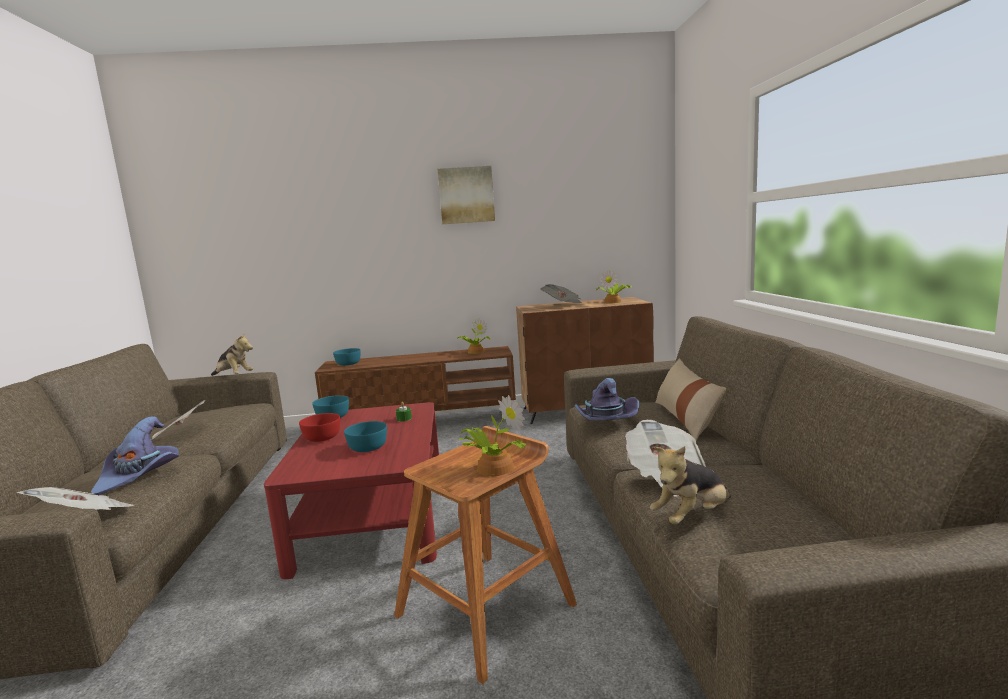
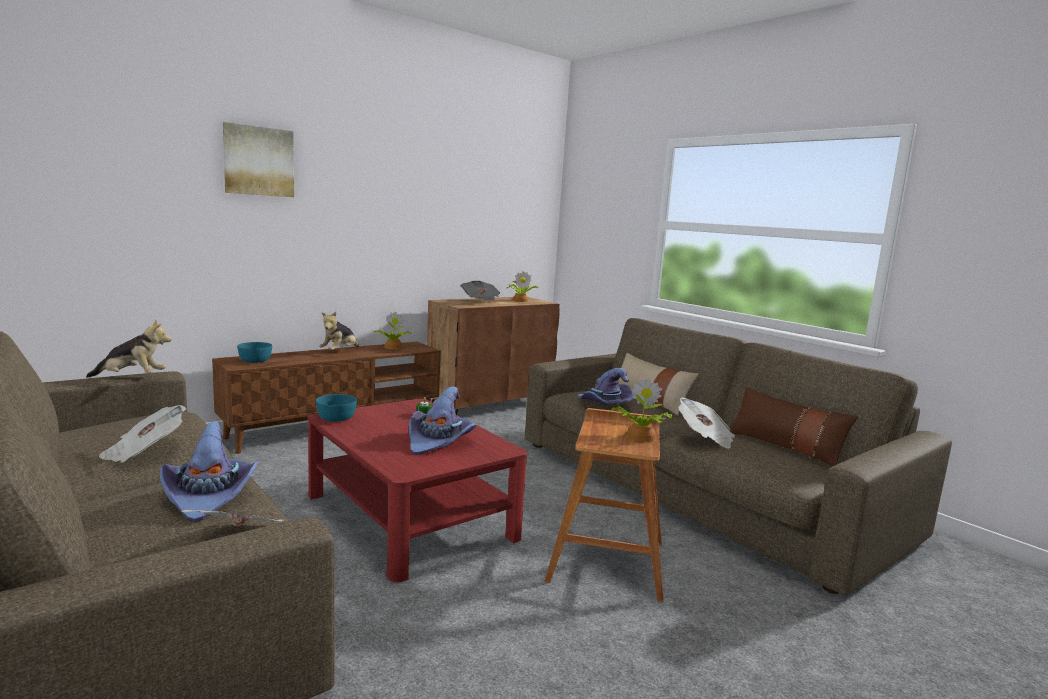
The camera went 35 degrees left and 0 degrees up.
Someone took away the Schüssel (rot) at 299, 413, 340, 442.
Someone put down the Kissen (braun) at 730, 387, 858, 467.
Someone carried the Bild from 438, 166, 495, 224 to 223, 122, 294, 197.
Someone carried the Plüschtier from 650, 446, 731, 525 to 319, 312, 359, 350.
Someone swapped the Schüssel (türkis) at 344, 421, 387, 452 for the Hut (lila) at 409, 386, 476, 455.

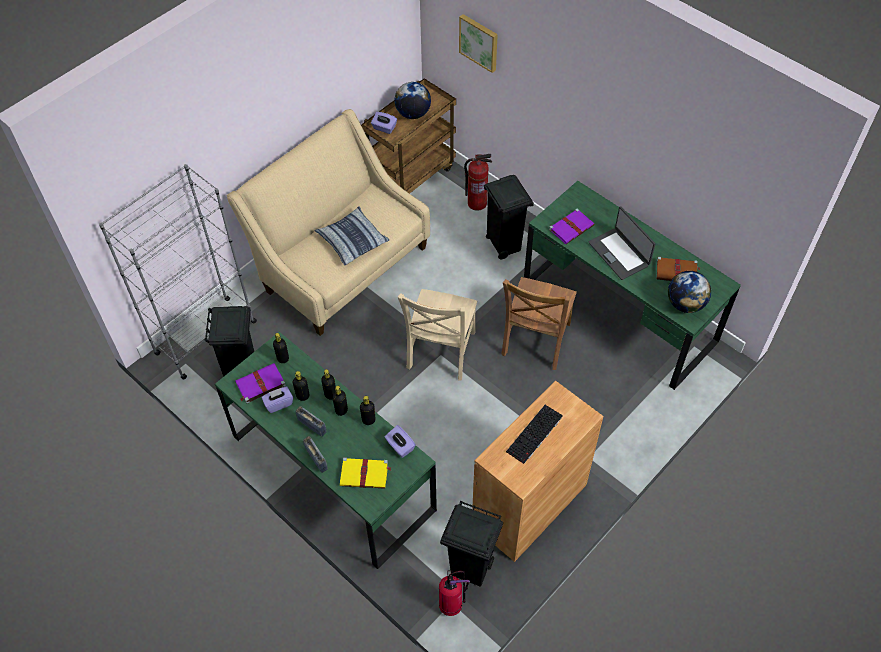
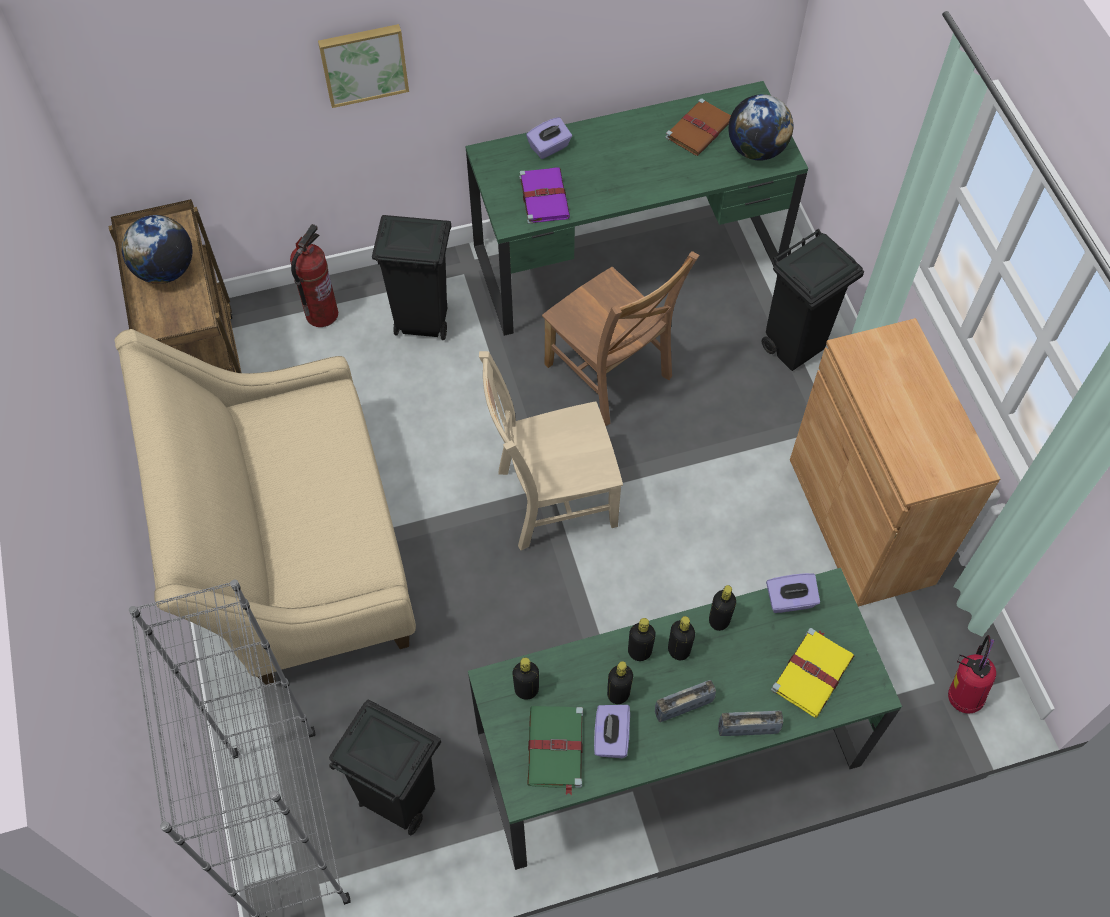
The camera went 60 degrees left and 5 degrees up.
Someone took away the Kissen at 314, 207, 389, 265.
Someone took away the Tastatur at 506, 405, 563, 464.
Someone took away the Laptop at 588, 206, 656, 280.
Someone carried the Taschentuchbox (lila) from 371, 112, 397, 134 to 526, 117, 572, 159.
Someone carried the Mülleimer (schwarz) from 440, 501, 503, 587 to 762, 229, 864, 371.
Someone carried the Bild from 459, 14, 498, 73 to 318, 24, 409, 108.
Someone repainted the Buch (lila) at 235, 363, 286, 404, which became the Buch (grün) at 527, 706, 583, 795.
Someone rotated the Stuhl (beige) at 398, 289, 477, 380 by 120 degrees clockwise.

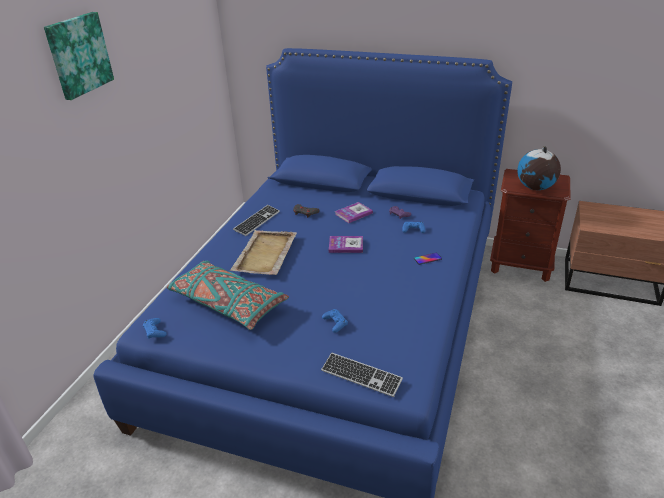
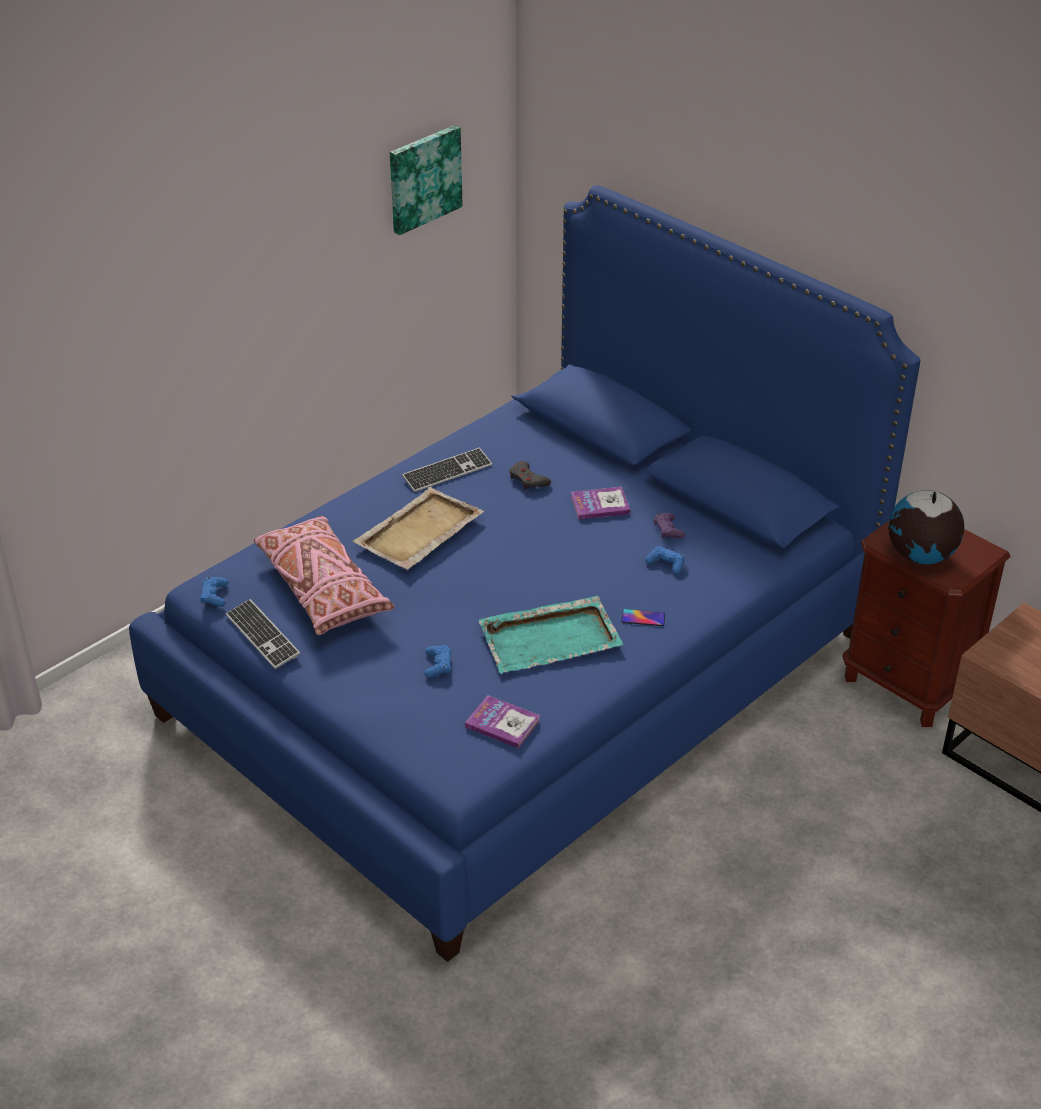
The camera went 25 degrees right and 5 degrees up.
Someone put down the Tablett (türkis) at 478, 596, 624, 674.
Someone carried the Bild from 44, 12, 114, 100 to 390, 125, 462, 235.
Someone carried the Tastatur from 321, 353, 403, 397 to 226, 599, 300, 669.
Someone carried the Buch from 329, 236, 363, 253 to 465, 695, 541, 748.
Someone repainted the Kissen (türkis) at 167, 261, 289, 330, which became the Kissen (rosa) at 254, 516, 395, 635.

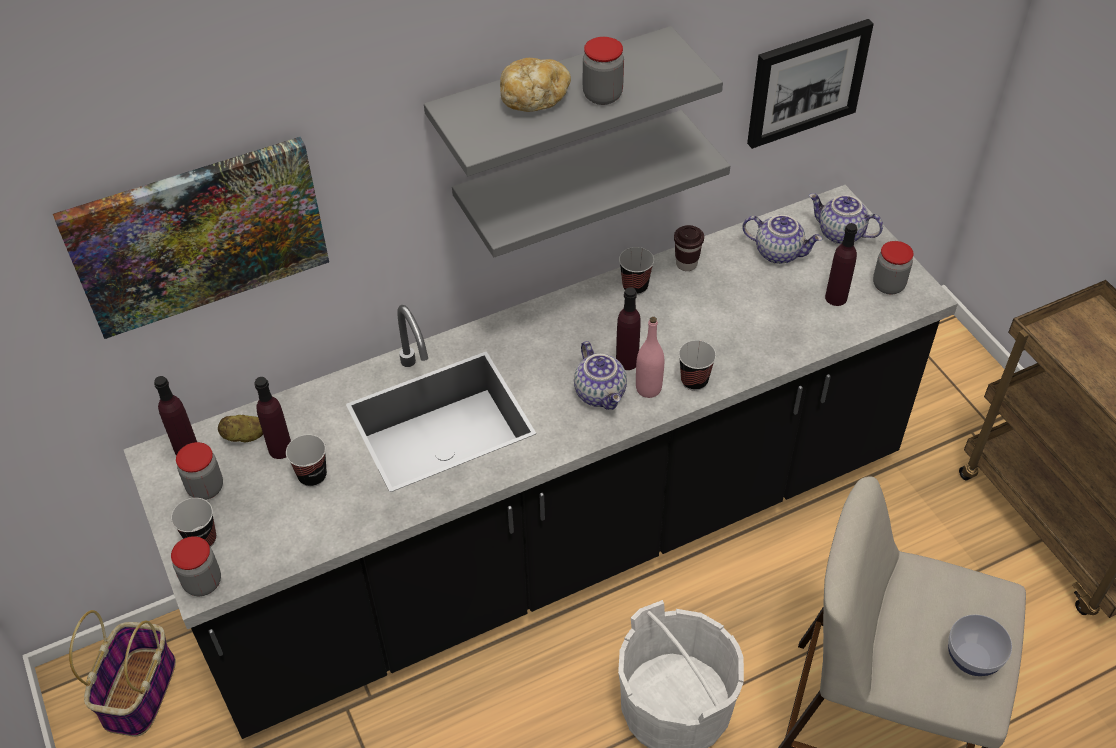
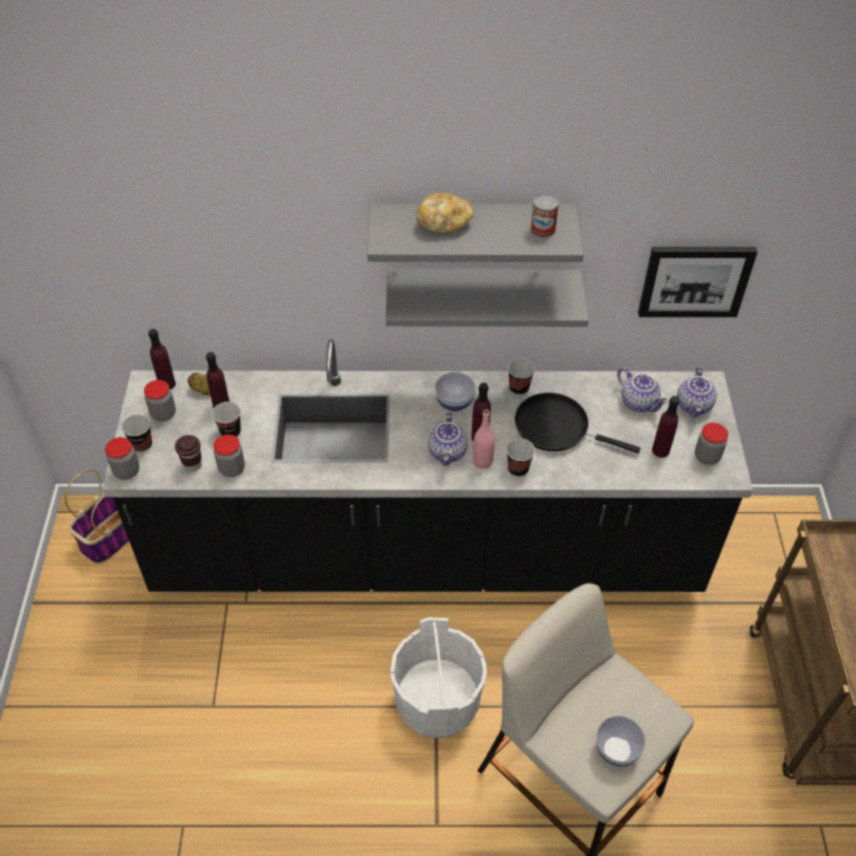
The camera went 25 degrees right and 0 degrees up.
Someone took away the Bild at 53, 137, 329, 339.
Someone put down the Schüssel at 435, 372, 476, 412.
Someone put down the Pfanne (schwarz) at 515, 393, 641, 454.
Someone put down the Dose at 530, 194, 559, 238.
Someone carried the Vorratsglas from 583, 37, 624, 105 to 213, 435, 245, 477.
Someone carried the Tasse (braun) from 674, 225, 704, 271 to 175, 435, 202, 472.
Someone rotated the Teekanne at 809, 193, 883, 244 by 135 degrees counterclockwise.

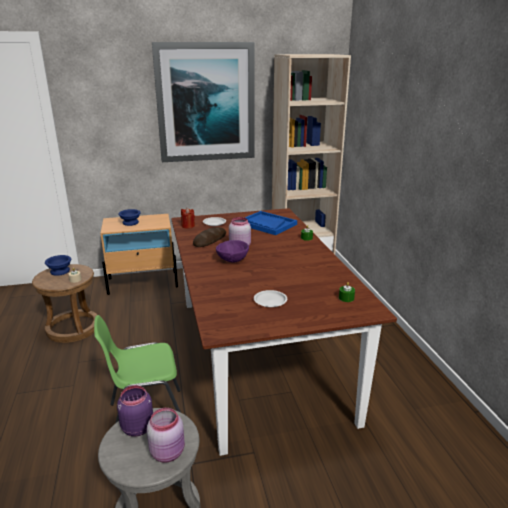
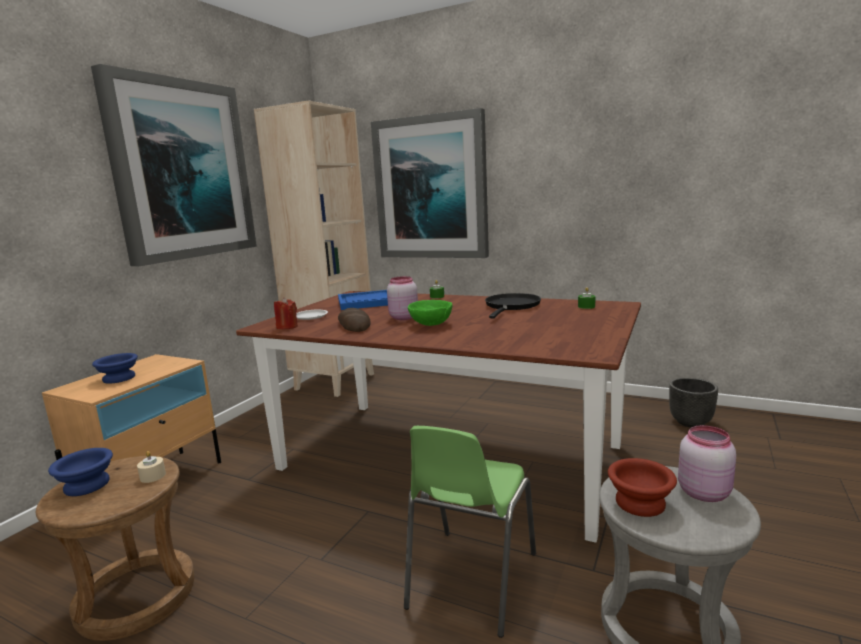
The camera went 50 degrees left and 10 degrees down.
Someone took away the Teller (weiß) at 254, 290, 287, 307.
Someone put up the Bild at 371, 108, 489, 258.
Someone put down the Pfanne (schwarz) at 485, 293, 541, 318.
Someone put down the Pflanzkübel (schwarz) at 669, 378, 718, 427.
Someone swapped the Vorratsglas (lila) at 117, 385, 153, 437 for the Schüssel (braun) at 608, 458, 677, 517.
Someone repainted the Schüssel (lila) at 216, 240, 249, 263, which became the Schüssel (grün) at 408, 300, 452, 326.

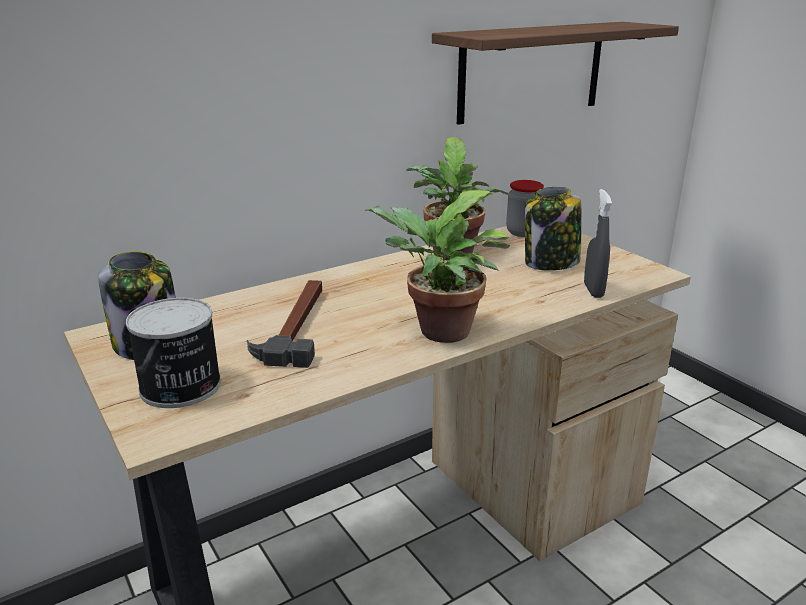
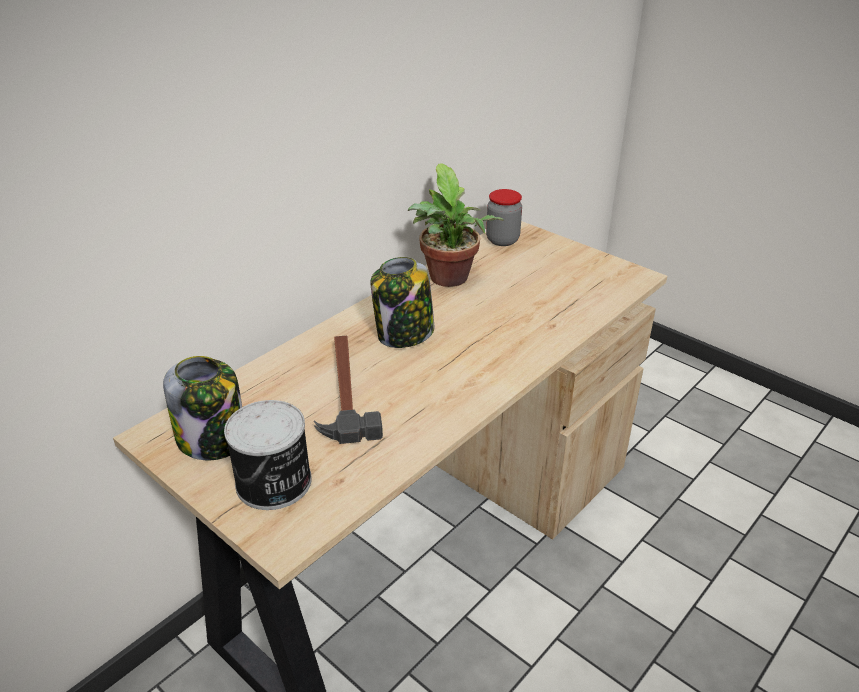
The camera went 15 degrees left and 10 degrees up.
Someone took away the Topfpflanze at 364, 190, 510, 343.
Someone took away the Wandregal at 432, 22, 679, 125.
Someone took away the Sprühflasche (grau) at 584, 189, 612, 298.
Someone carried the Vorratsglas from 525, 187, 582, 271 to 371, 257, 435, 348.

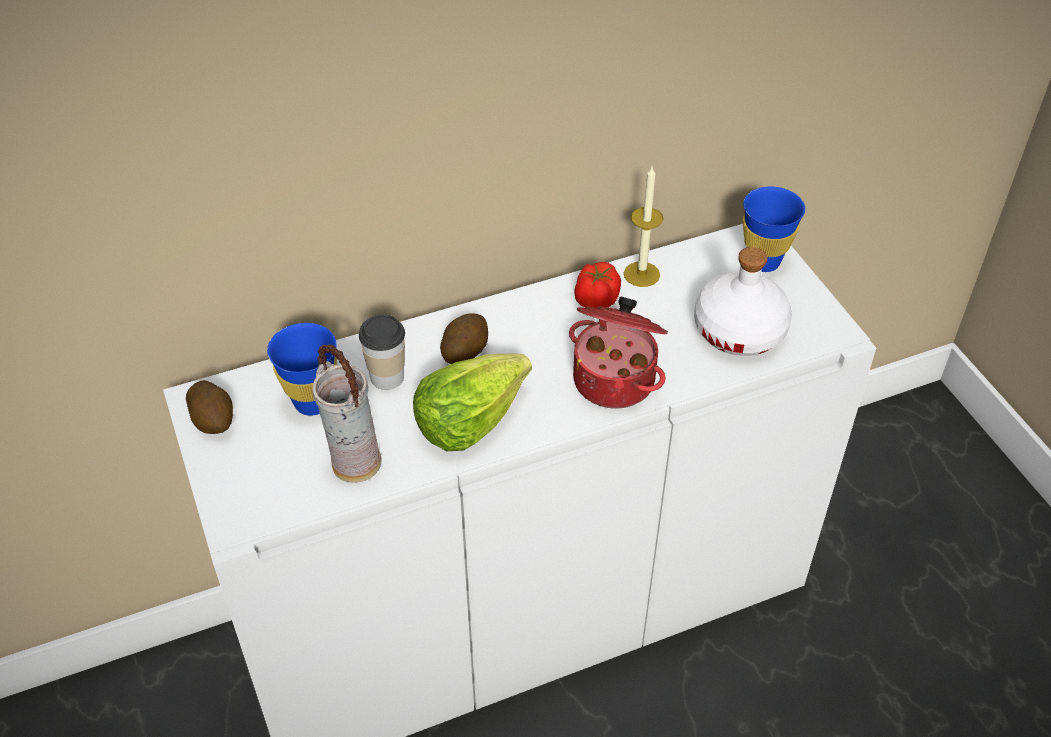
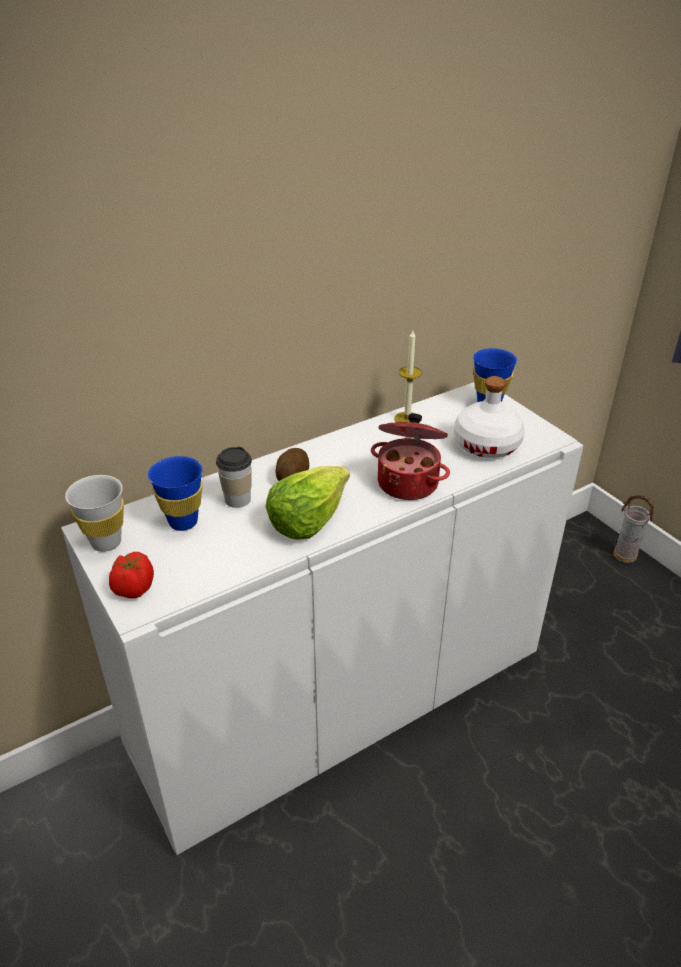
The camera went 10 degrees left and 10 degrees down.
Someone carried the Vase from 312, 344, 382, 483 to 614, 495, 654, 563.
Someone carried the Tomate from 574, 262, 621, 308 to 109, 552, 154, 598.
Someone swapped the Kartoffel at 186, 380, 233, 434 for the Tasse (weiß) at 65, 475, 124, 552.

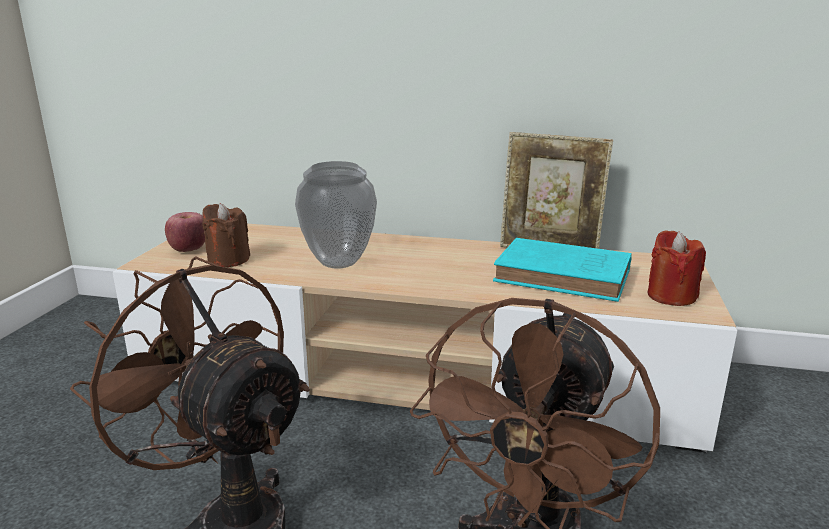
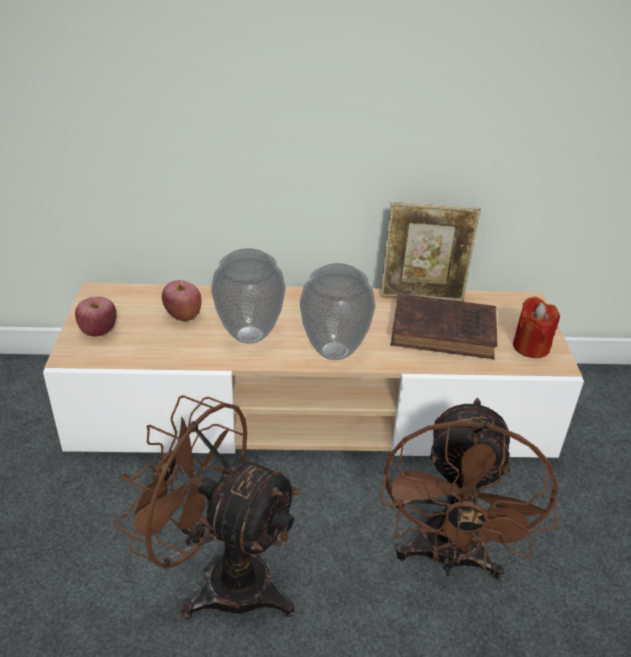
The camera went 15 degrees left and 15 degrees up.
Someone took away the Kerze (braun) at 202, 203, 250, 267.
Someone put down the Apfel at 162, 280, 202, 321.
Someone put down the Vase at 300, 263, 375, 360.
Someone repainted the Buch (türkis) at 493, 238, 632, 302, which became the Buch (braun) at 391, 294, 497, 359.

